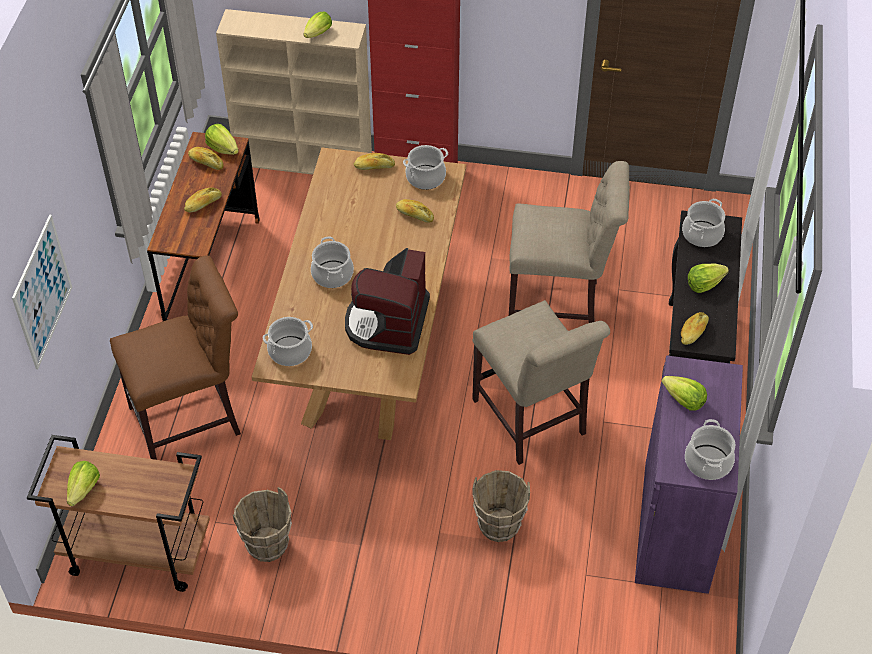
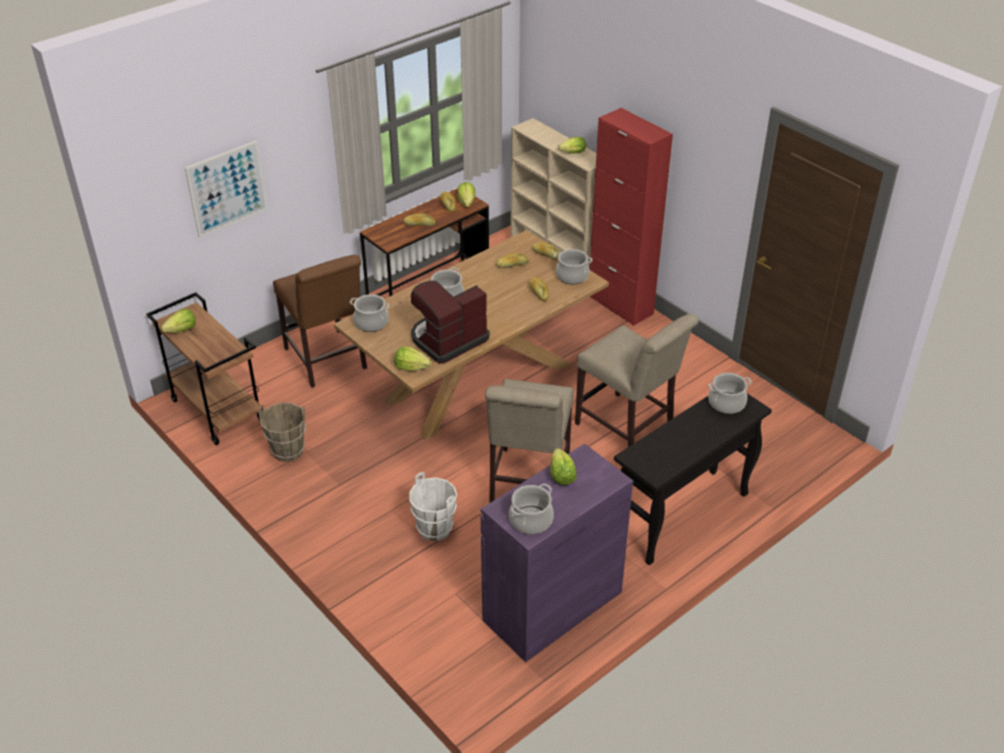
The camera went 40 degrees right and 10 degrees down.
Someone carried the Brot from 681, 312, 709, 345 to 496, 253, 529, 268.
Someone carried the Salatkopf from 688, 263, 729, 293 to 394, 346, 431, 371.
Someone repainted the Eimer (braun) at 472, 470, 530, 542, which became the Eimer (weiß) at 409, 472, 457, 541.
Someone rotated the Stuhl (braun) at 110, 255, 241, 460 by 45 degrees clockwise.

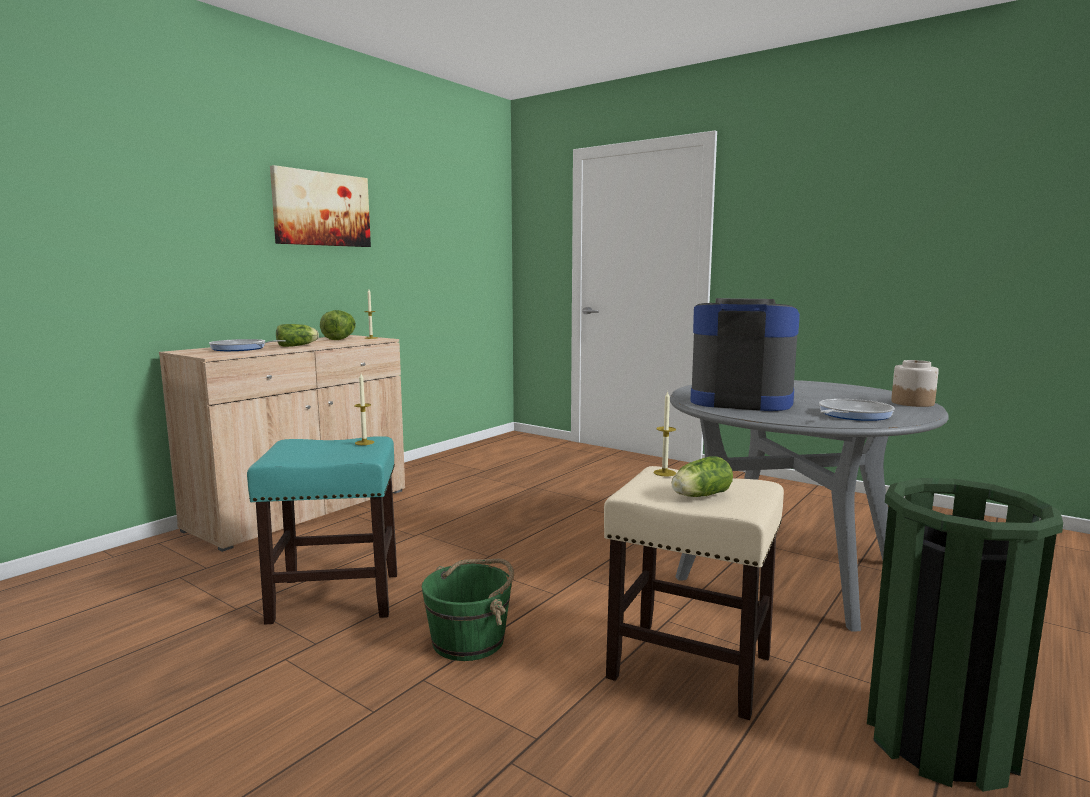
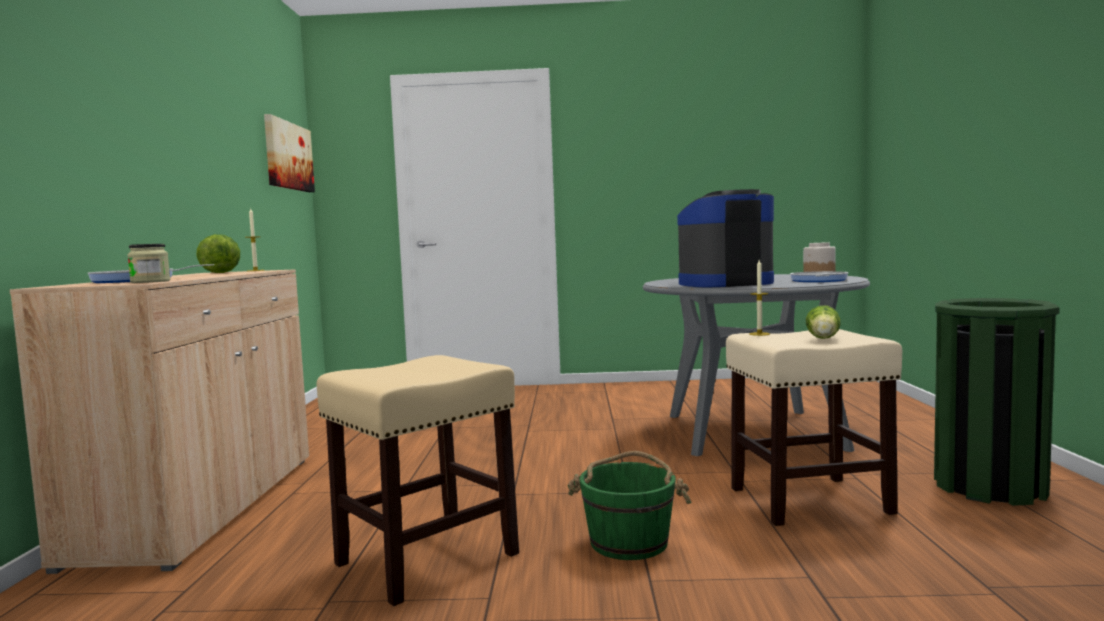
The camera went 35 degrees left and 5 degrees down.
Someone took away the Salatkopf at 276, 324, 319, 347.
Someone took away the Kerze at 354, 374, 374, 445.
Someone put down the Vorratsglas at 127, 244, 170, 283.
Someone carried the Bild from 270, 165, 371, 247 to 264, 114, 315, 192.
Someone repainted the Hocker (türkis) at 247, 436, 397, 624, which became the Hocker (beige) at 317, 355, 519, 606.

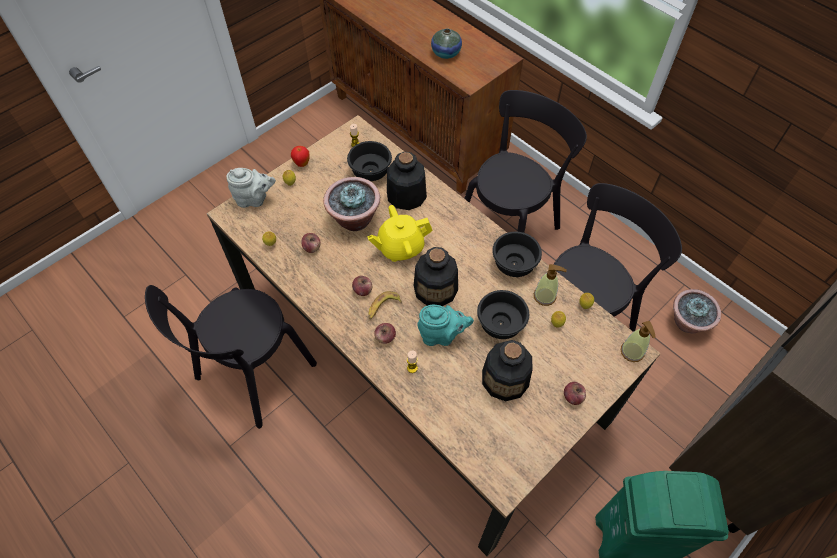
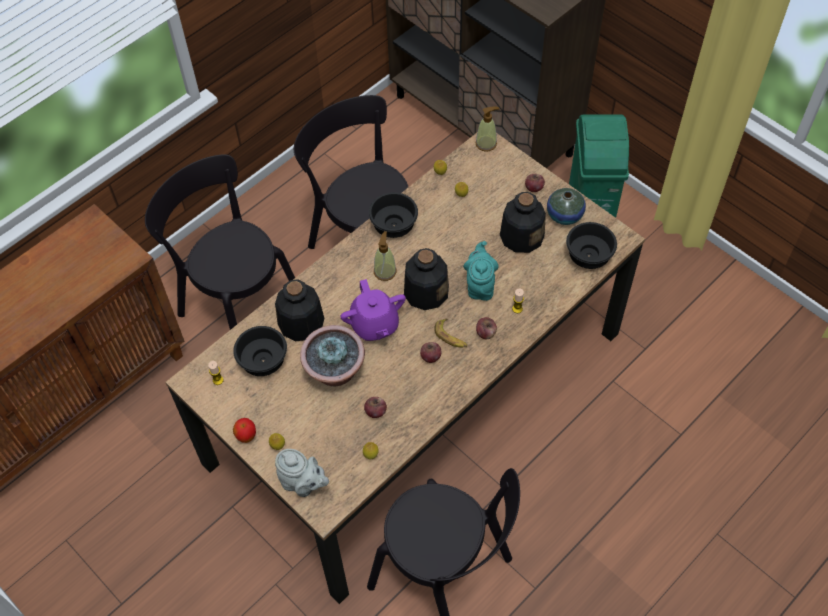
The camera went 90 degrees left and 0 degrees up.
Someone took away the Topfpflanze at 673, 289, 722, 333.
Someone carried the Vase from 431, 28, 462, 59 to 547, 188, 586, 225.
Someone carried the Schüssel (schwarz) from 477, 290, 529, 339 to 566, 222, 617, 269.
Someone carried the Seifenspender from 534, 264, 567, 306 to 374, 231, 397, 281.
Someone repainted the Teekanne (gelb) at 367, 205, 433, 262, which became the Teekanne (lila) at 340, 279, 406, 341.
Someone rotated the Teekanne (grau) at 226, 168, 276, 208 by 120 degrees clockwise.

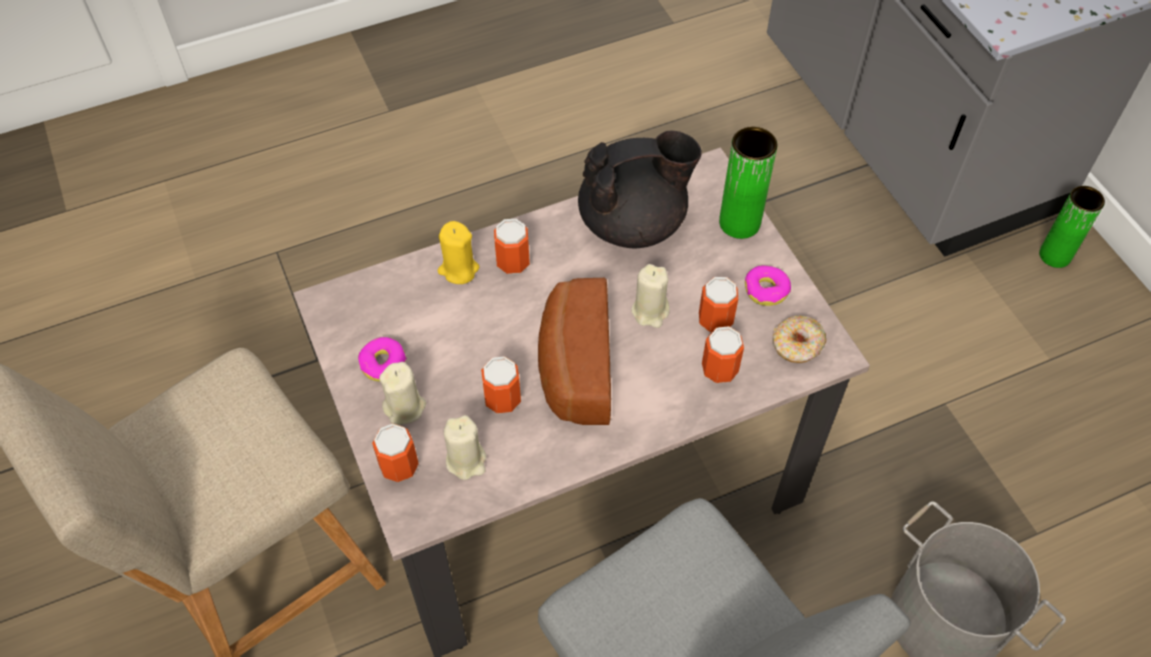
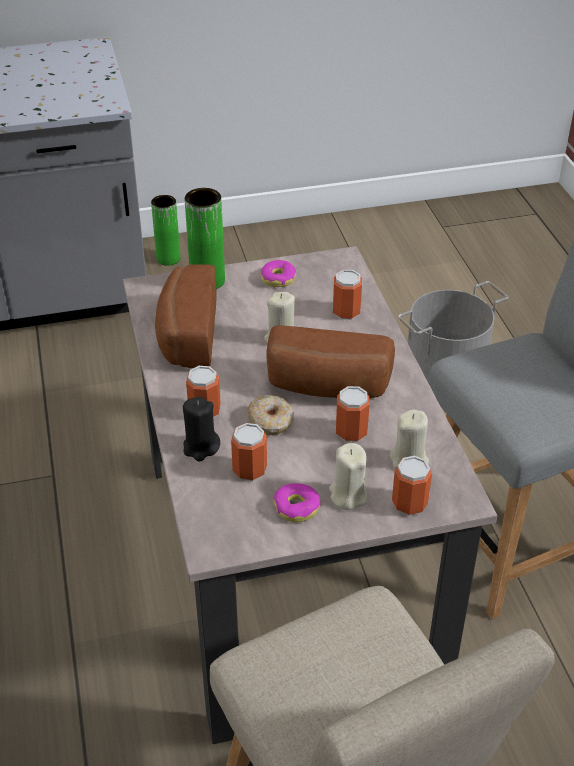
The camera went 80 degrees left and 15 degrees down.
Someone carried the Dose from 699, 277, 738, 333 to 231, 423, 267, 481.
Someone carried the Donut from 773, 316, 826, 363 to 247, 395, 294, 435.
Someone swapped the Teekanne (schwarz) at 578, 130, 702, 249 for the Brot at 155, 264, 217, 368.
Someone repainted the Kerze (gelb) at 438, 221, 479, 284, which became the Kerze (schwarz) at 183, 397, 220, 462.

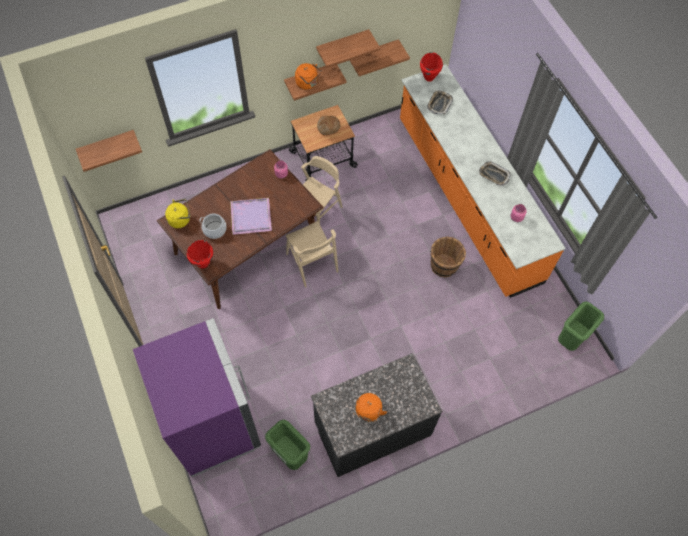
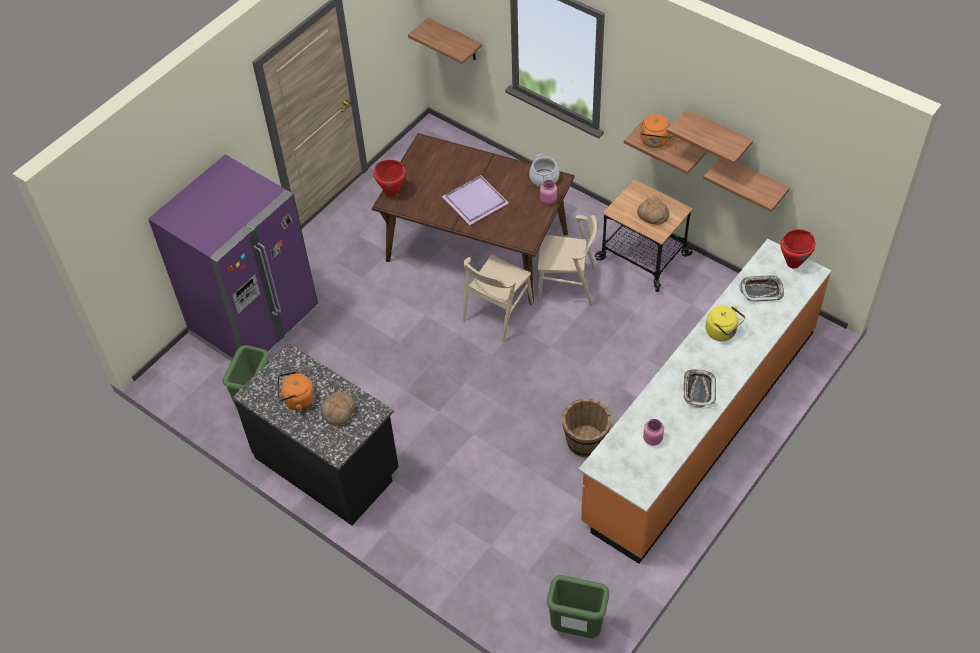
The camera went 65 degrees right and 10 degrees down.
Someone put down the Brot at 321, 392, 355, 425.
Someone carried the Wasserkessel (gelb) from 165, 199, 191, 228 to 706, 306, 745, 341.
Someone carried the Kochtopf from 200, 213, 227, 239 to 529, 154, 559, 187.

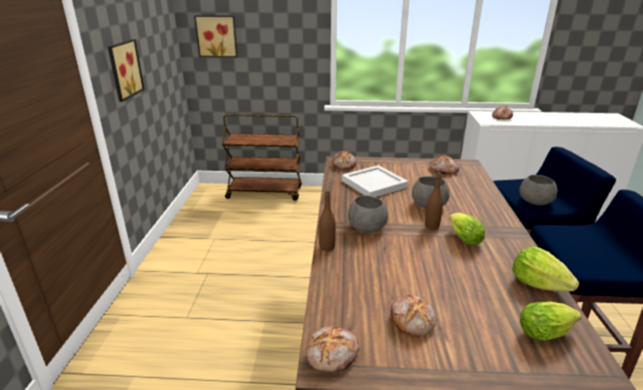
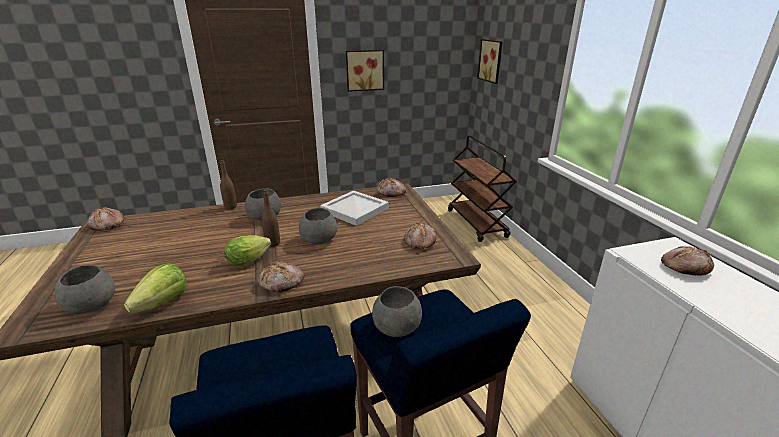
The camera went 70 degrees right and 0 degrees up.
Someone carried the Brot from 391, 295, 436, 337 to 258, 261, 304, 293.
Someone swapped the Salatkopf at 520, 302, 581, 341 for the Schüssel (grau) at 55, 264, 115, 314.

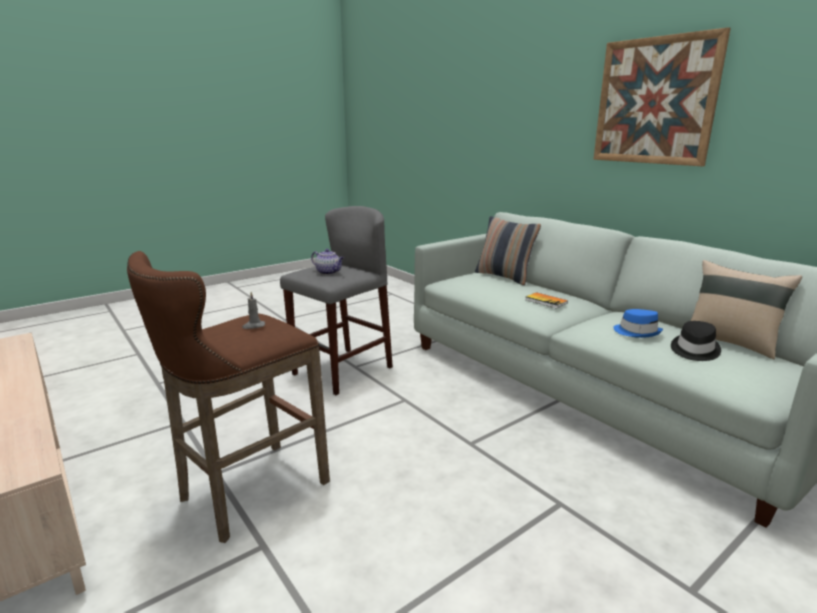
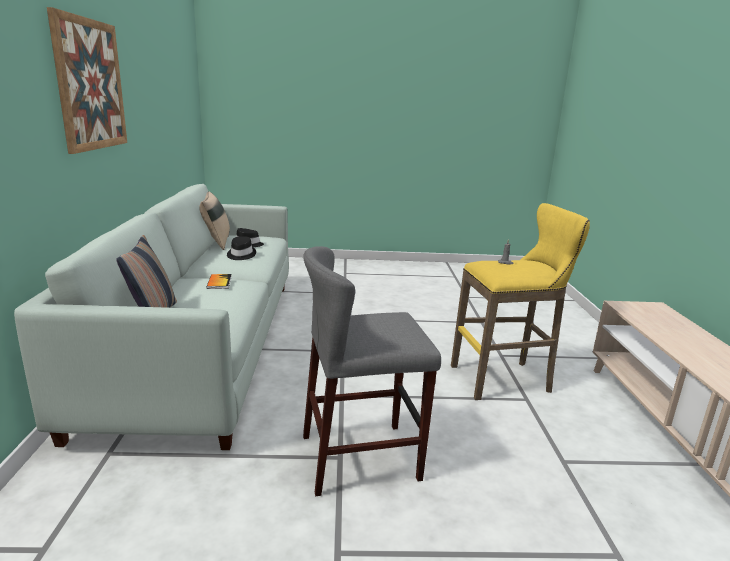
The camera went 145 degrees left and 0 degrees up.
Someone took away the Teekanne at 311, 249, 344, 275.
Someone repainted the Hocker (braun) at 127, 251, 330, 543, which became the Hocker (gelb) at 451, 203, 590, 400.
Someone repainted the Hut (blau) at 613, 309, 663, 338, which became the Hut (schwarz) at 227, 236, 256, 260.

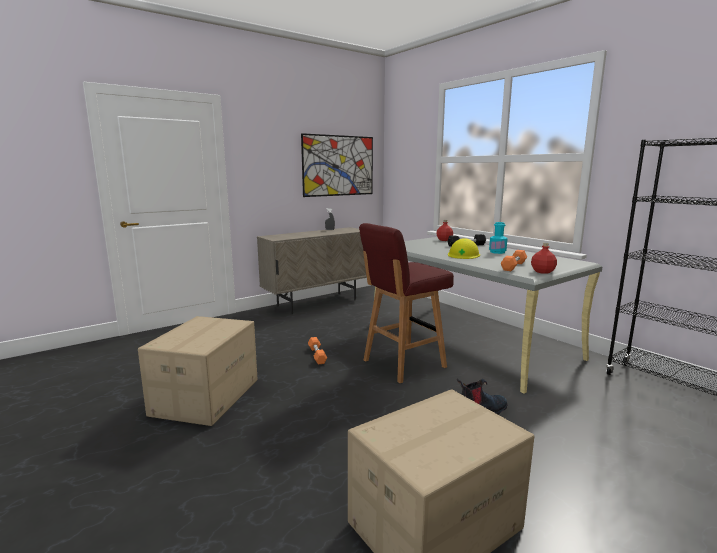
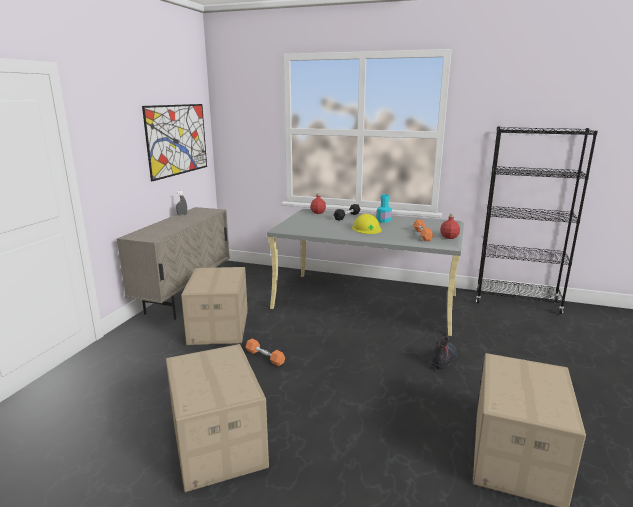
The camera went 35 degrees left and 5 degrees up.
Someone took away the Hocker (rot) at 359, 223, 454, 383.
Someone put down the Karton at 181, 267, 248, 345.

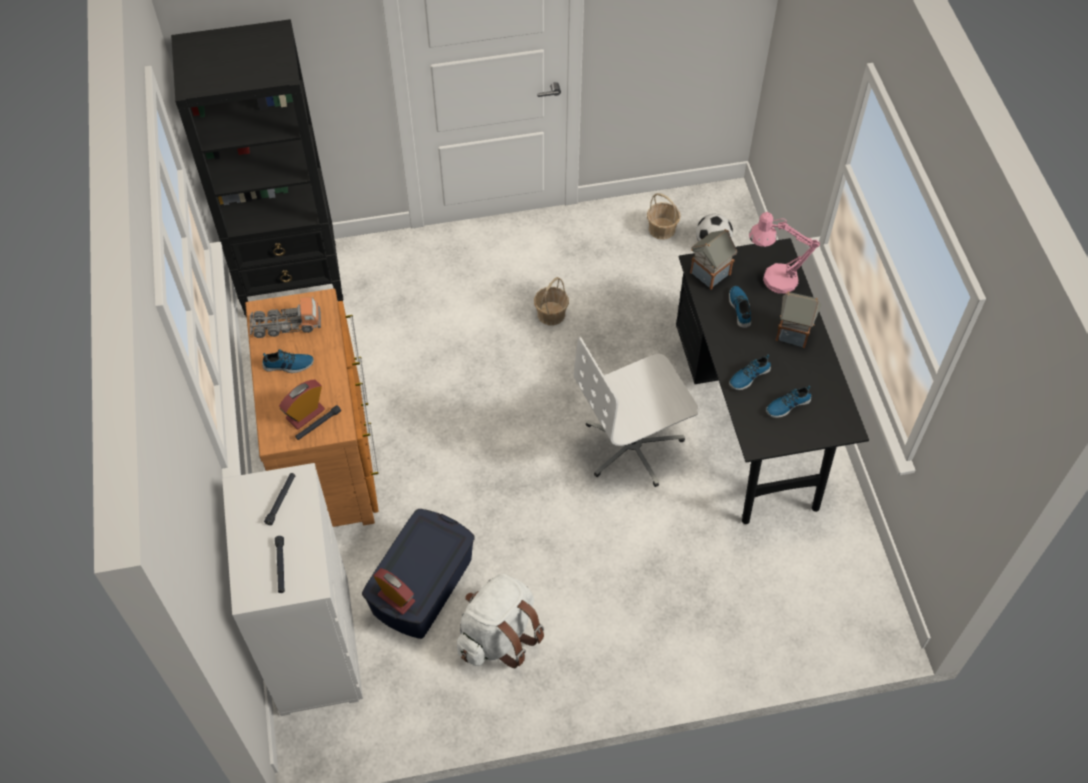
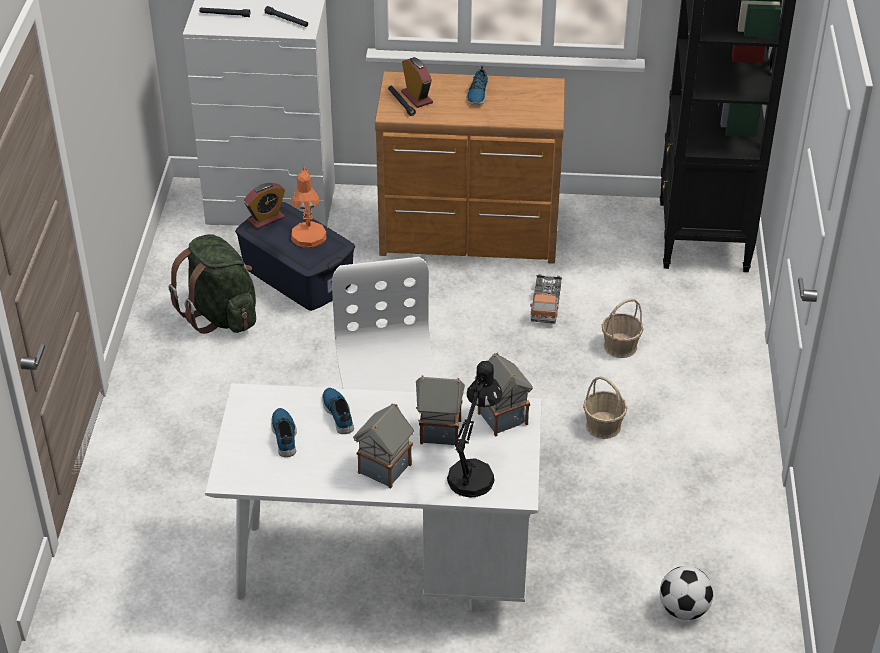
The camera went 105 degrees right and 15 degrees down.
Someone put down the Tischlampe (orange) at 291, 167, 326, 248.
Someone carried the Spielzeuglaster from 250, 296, 321, 338 to 530, 274, 562, 323.
Someone carried the Korb from 647, 193, 680, 240 to 602, 298, 643, 358.
Someone swapped the Schuh at 729, 286, 751, 328 for the Spielzeughaus at 416, 375, 465, 447.
Someone repainted the Rucksack (weiß) at 457, 574, 544, 668, which became the Rucksack (grün) at 169, 234, 256, 334.
Someone repainted the Schreibtisch (schwarz) at 676, 238, 869, 524, which became the Schreibtisch (weiß) at 205, 383, 542, 612.
Someone repainted the Tischlampe (rosa) at 749, 212, 820, 294, which became the Tischlampe (schwarz) at 447, 361, 502, 497.

